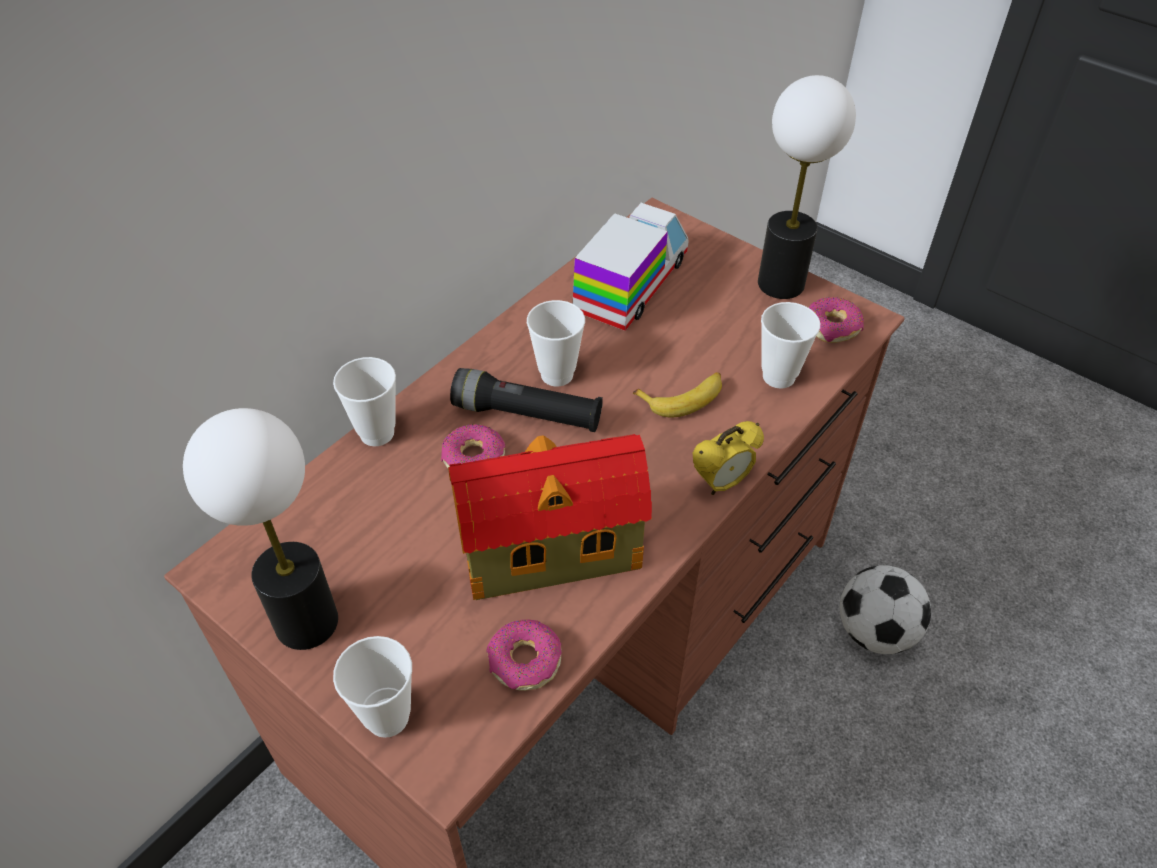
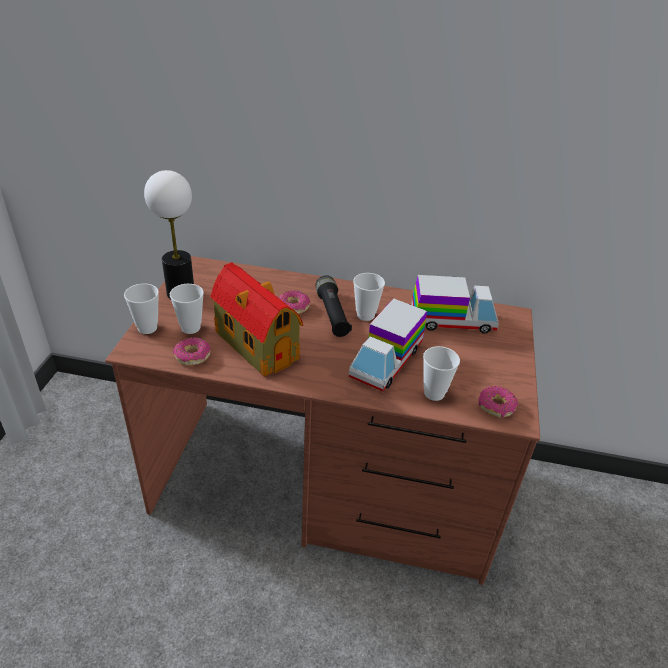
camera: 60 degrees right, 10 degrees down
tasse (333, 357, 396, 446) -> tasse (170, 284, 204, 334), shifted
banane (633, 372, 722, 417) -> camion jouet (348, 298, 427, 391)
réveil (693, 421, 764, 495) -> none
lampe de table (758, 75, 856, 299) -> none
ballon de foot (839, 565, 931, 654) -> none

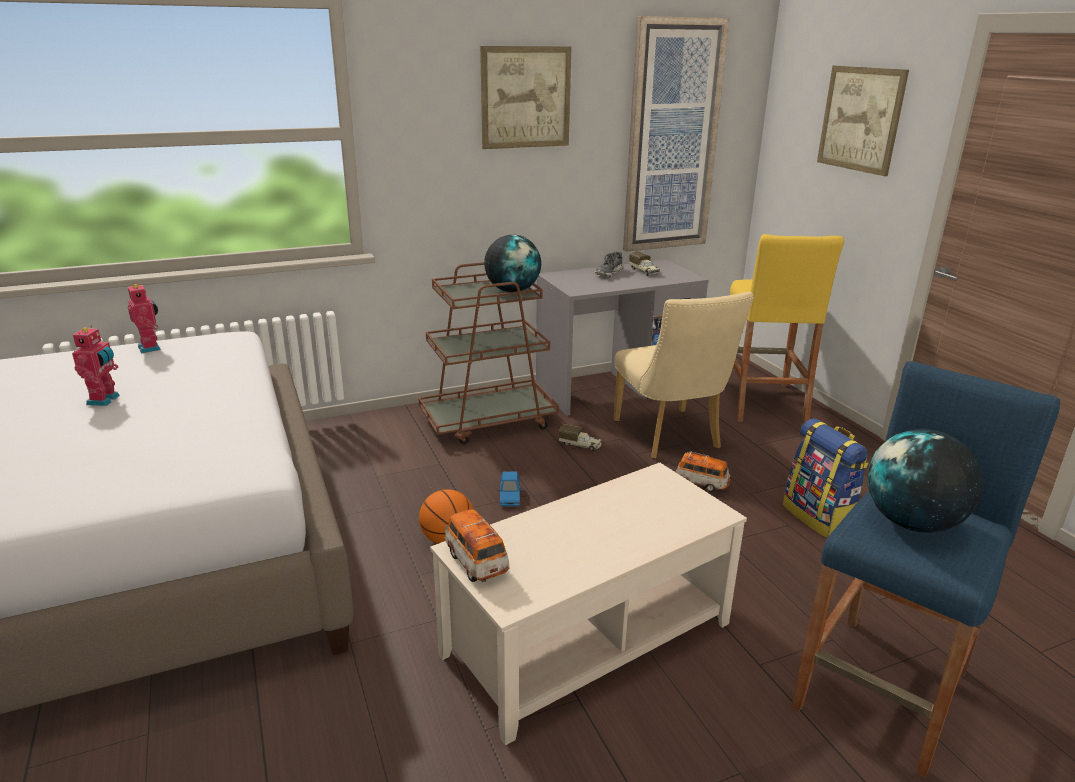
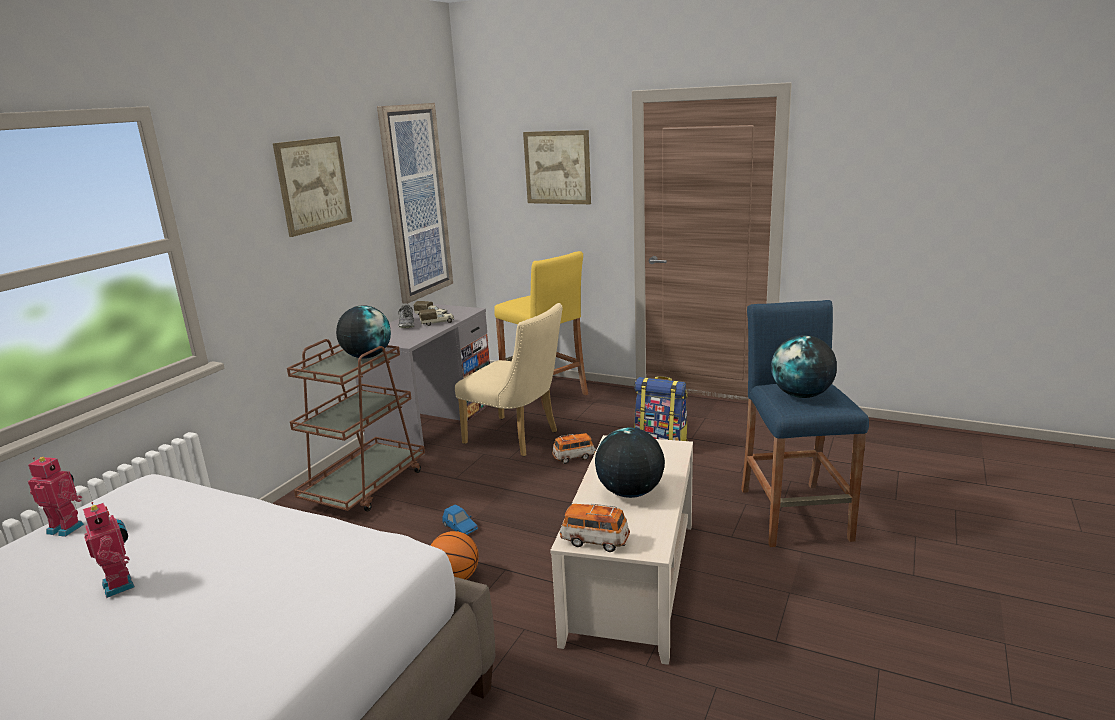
camera: 40 degrees left, 5 degrees down
camion jouet (559, 424, 602, 451) -> camion jouet (419, 309, 454, 326), shifted
none -> globe (595, 427, 665, 498)

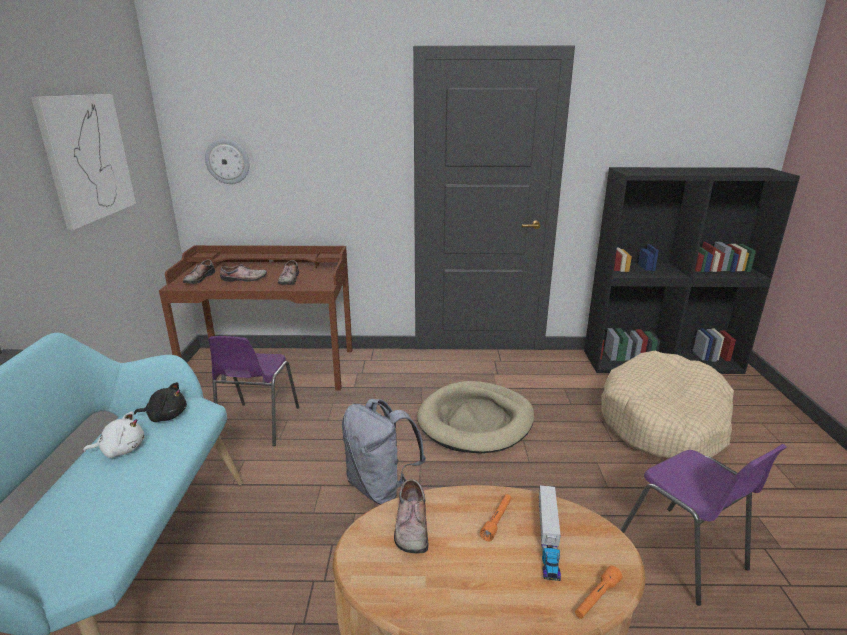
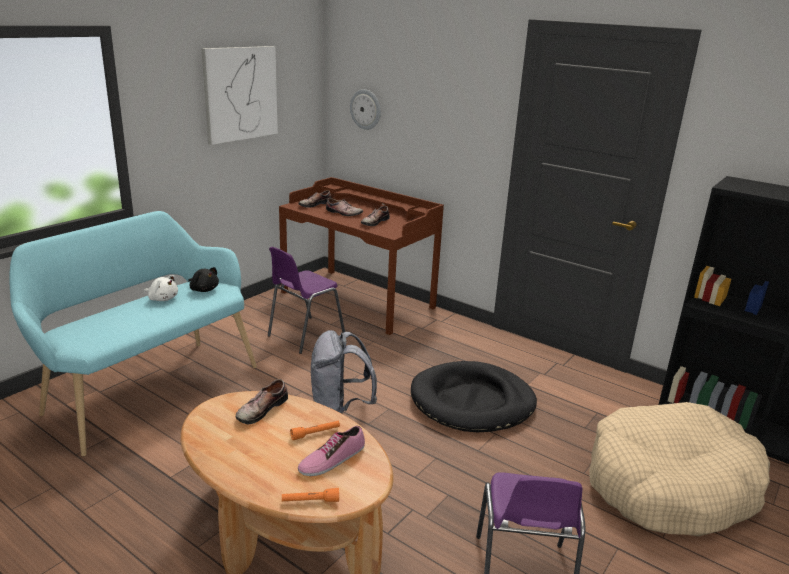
camera: 35 degrees right, 0 degrees up
panier pour chien (beige) (417, 381, 534, 453) -> panier pour chien (noir) (411, 361, 537, 432)
camion jouet (539, 485, 561, 581) -> chaussure (298, 426, 365, 476)

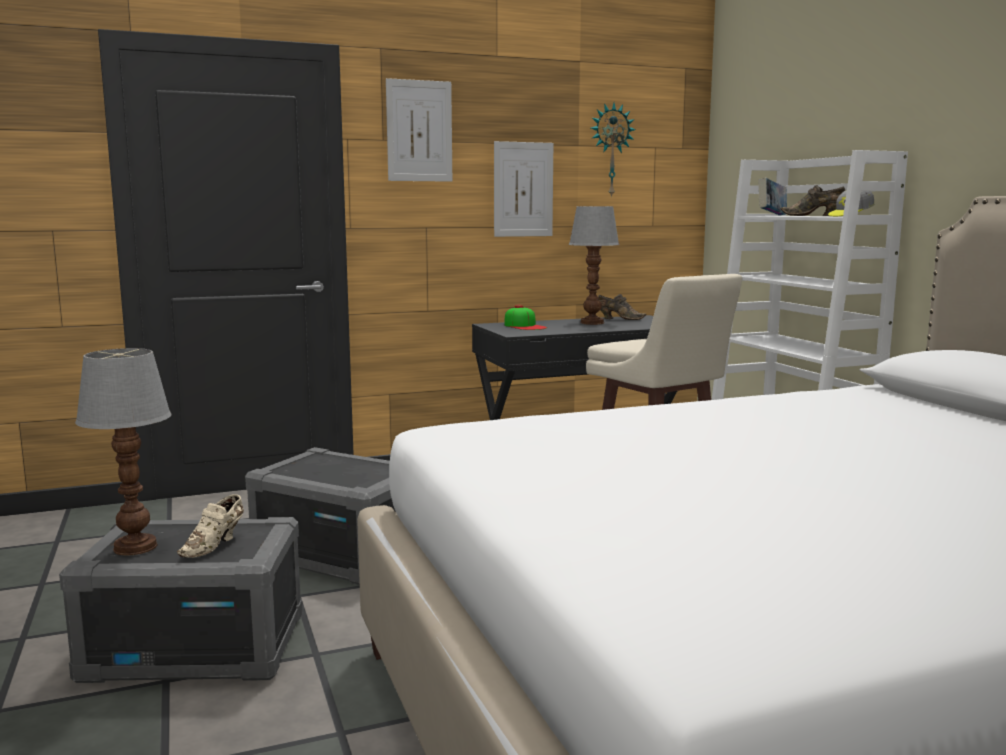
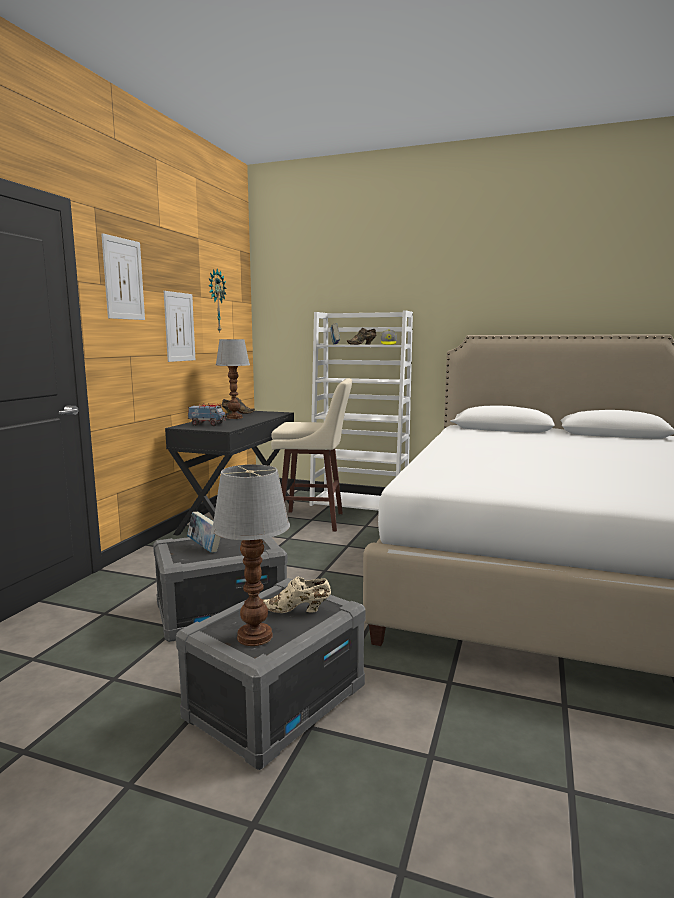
camera: 50 degrees left, 0 degrees up
chaussure (beige) (177, 494, 244, 558) -> chaussure (beige) (263, 577, 331, 613), 120 degrees clockwise
casquette (504, 305, 547, 330) -> camion jouet (188, 403, 226, 426)
none -> livre (187, 512, 221, 553)

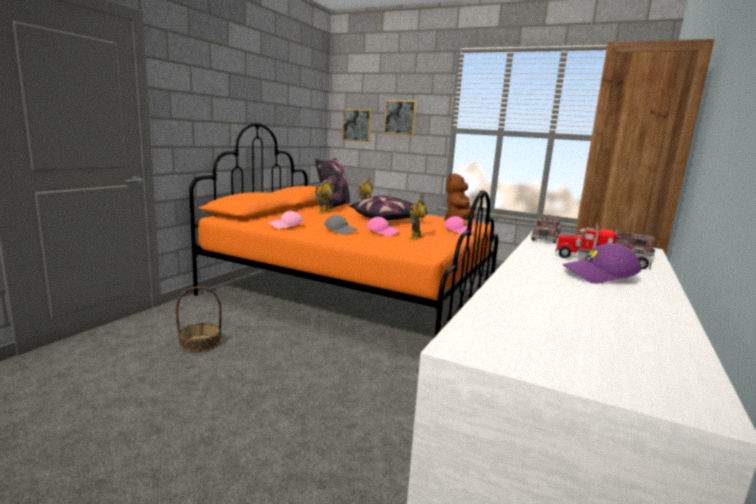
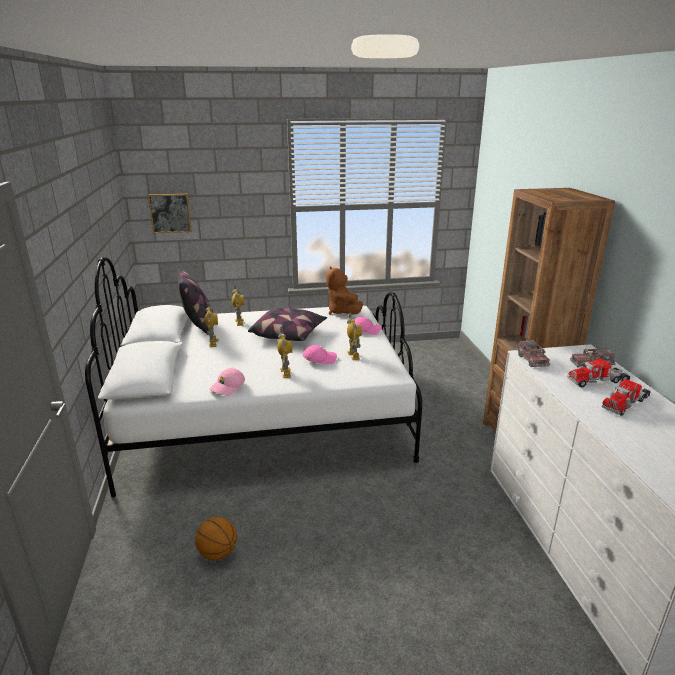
camera: 35 degrees left, 10 degrees up
panier (176, 286, 222, 352) -> ballon de basket (195, 517, 237, 560)
lit (orange) (189, 123, 498, 336) -> lit (blanc) (85, 257, 422, 497)
casquette (gris) (324, 215, 358, 235) -> robot jouet (277, 327, 293, 378)
tableau (384, 100, 417, 135) -> none
casquette (violet) (562, 243, 641, 284) -> camion jouet (602, 378, 651, 416)

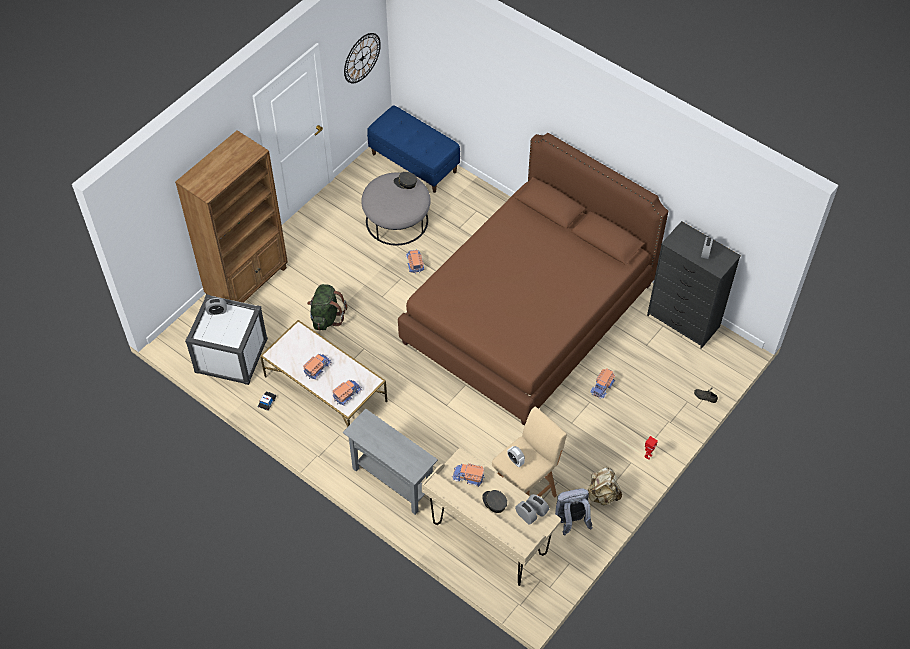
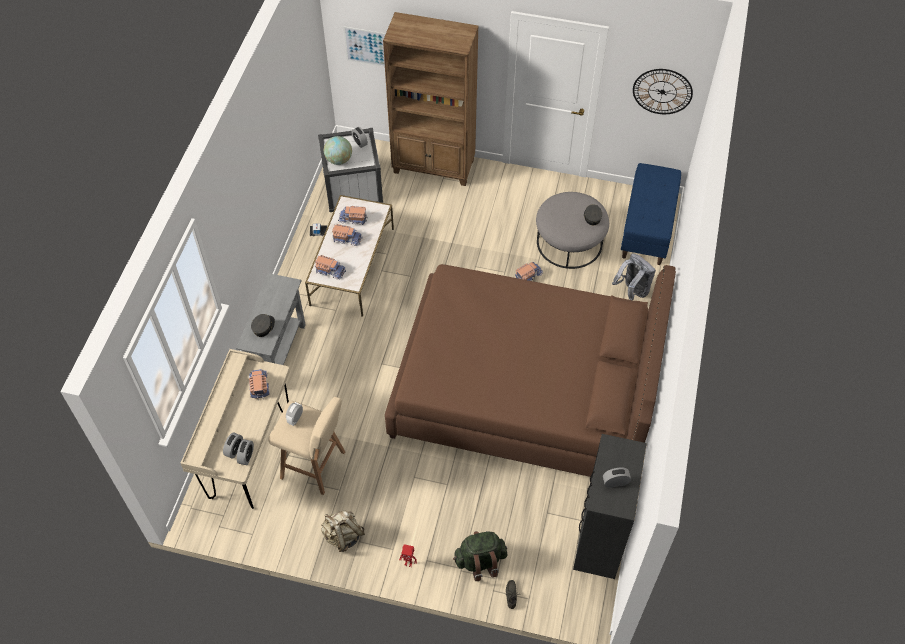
camera: 65 degrees right, 0 degrees up
sac à dos (vert) (307, 284, 347, 330) -> sac à dos (vert) (453, 531, 507, 581), shifted
casquette (gris) (482, 490, 507, 513) -> casquette (gris) (251, 314, 275, 337), shifted
sac à dos (gris) (555, 488, 593, 536) -> sac à dos (gris) (612, 254, 656, 301), shifted
camion jouet (590, 368, 615, 399) -> camion jouet (338, 206, 368, 225), shifted
none -> globe (324, 136, 352, 165)
none -> tableau (343, 26, 386, 67)

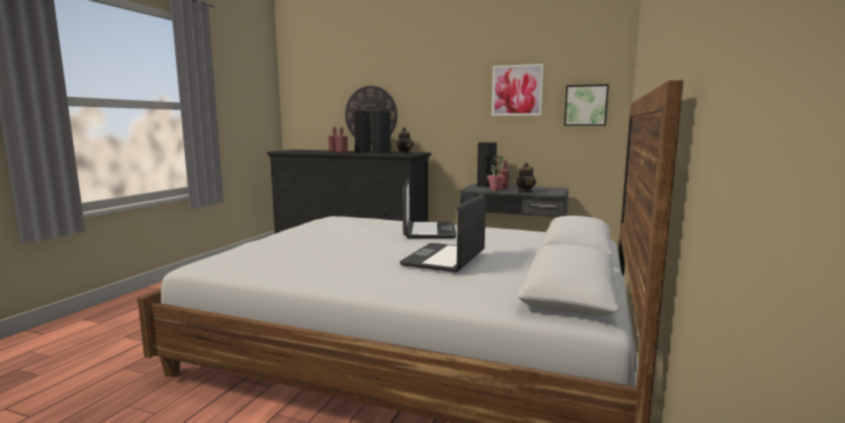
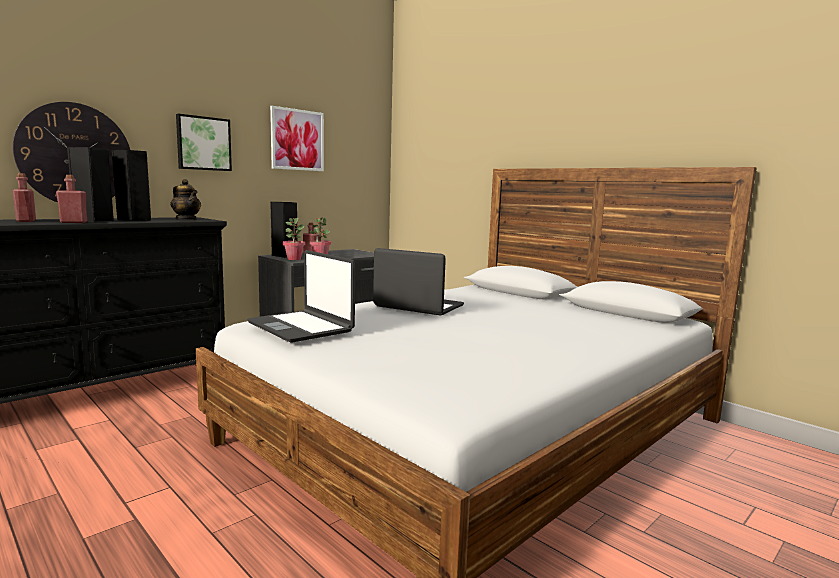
camera: 65 degrees left, 0 degrees up
ordinateur portable (400, 194, 486, 272) -> ordinateur portable (247, 250, 355, 343), shifted
théière (515, 163, 536, 193) -> none
tableau (564, 84, 609, 126) -> tableau (176, 114, 232, 171), shifted
none -> plante en pot (283, 218, 305, 260)

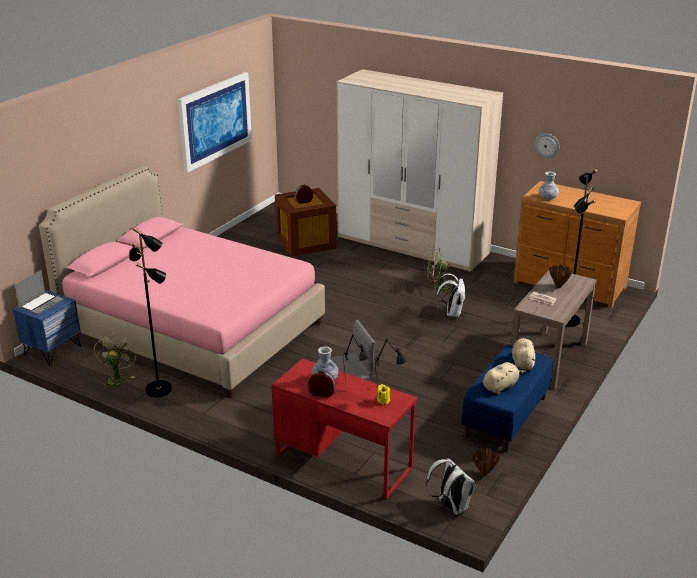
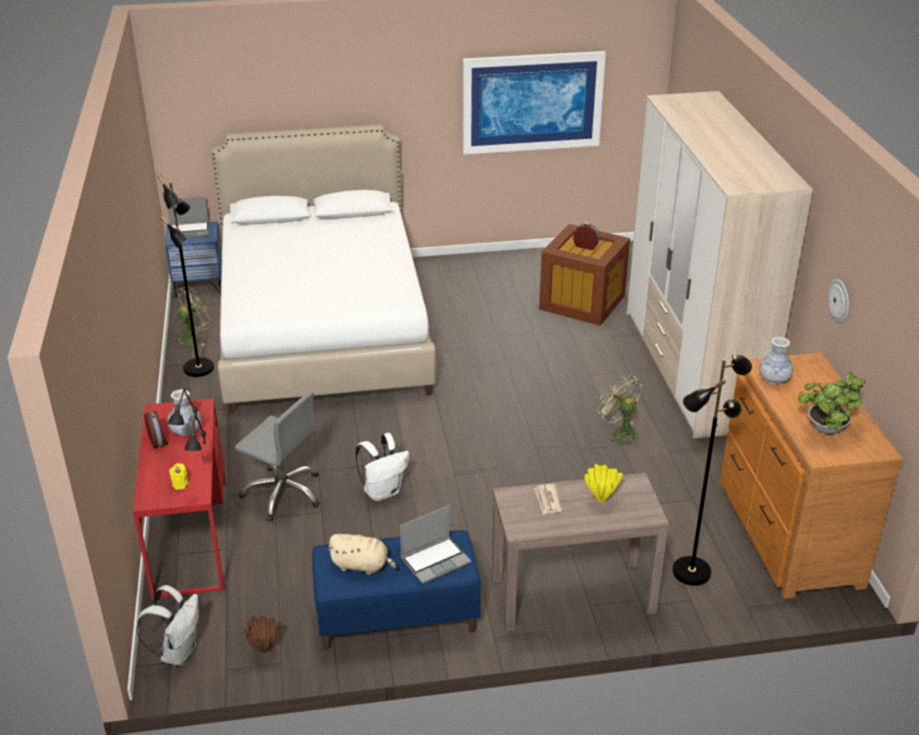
camera: 50 degrees right, 5 degrees up
lit (rose) (39, 166, 325, 398) -> lit (blanc) (211, 125, 436, 413)
sac à dos (blanc) (436, 273, 466, 317) -> sac à dos (blanc) (355, 433, 409, 501), shifted
peluche (beige) (512, 338, 535, 370) -> ordinateur portable (400, 505, 471, 584)
vase (marron) (549, 265, 572, 288) -> vase (jaune) (584, 464, 623, 503)
none -> plante en pot (798, 372, 866, 434)

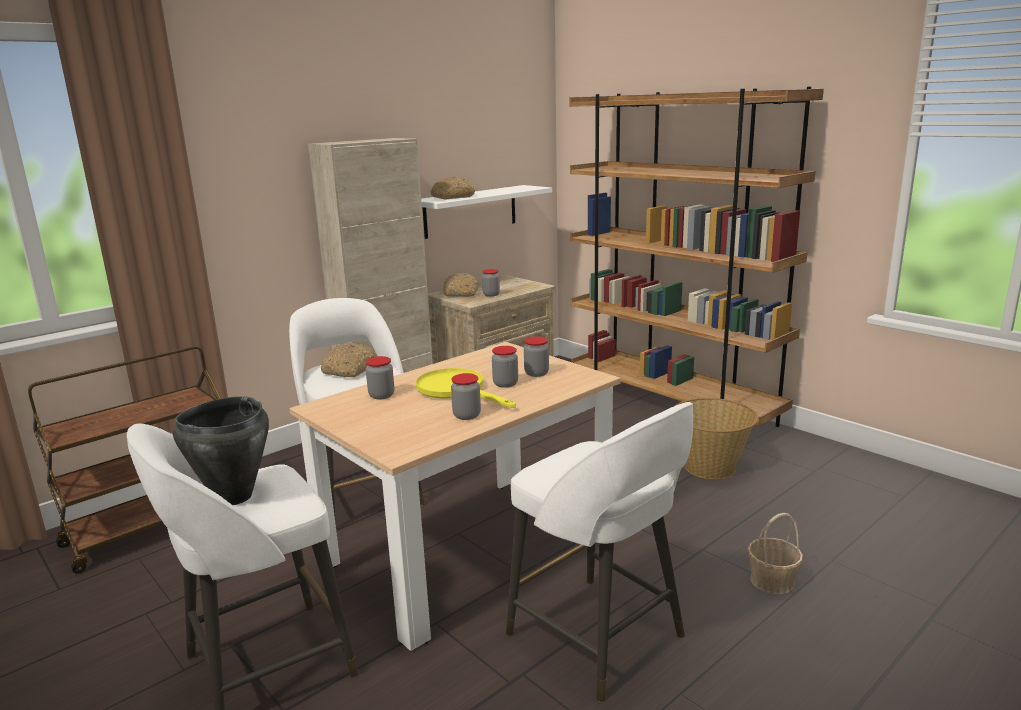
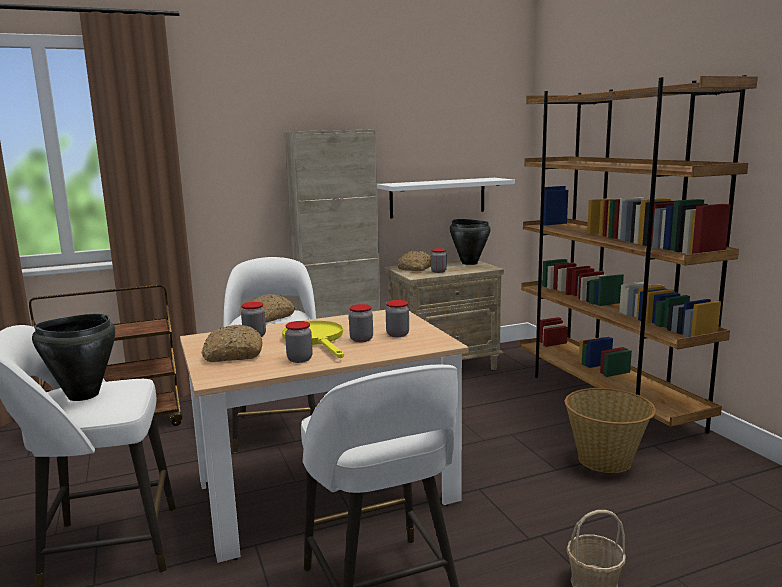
camera: 20 degrees right, 5 degrees down
pain (430, 176, 475, 199) -> pain (201, 325, 262, 362), shifted
none -> marmite (noir) (450, 219, 490, 265)

